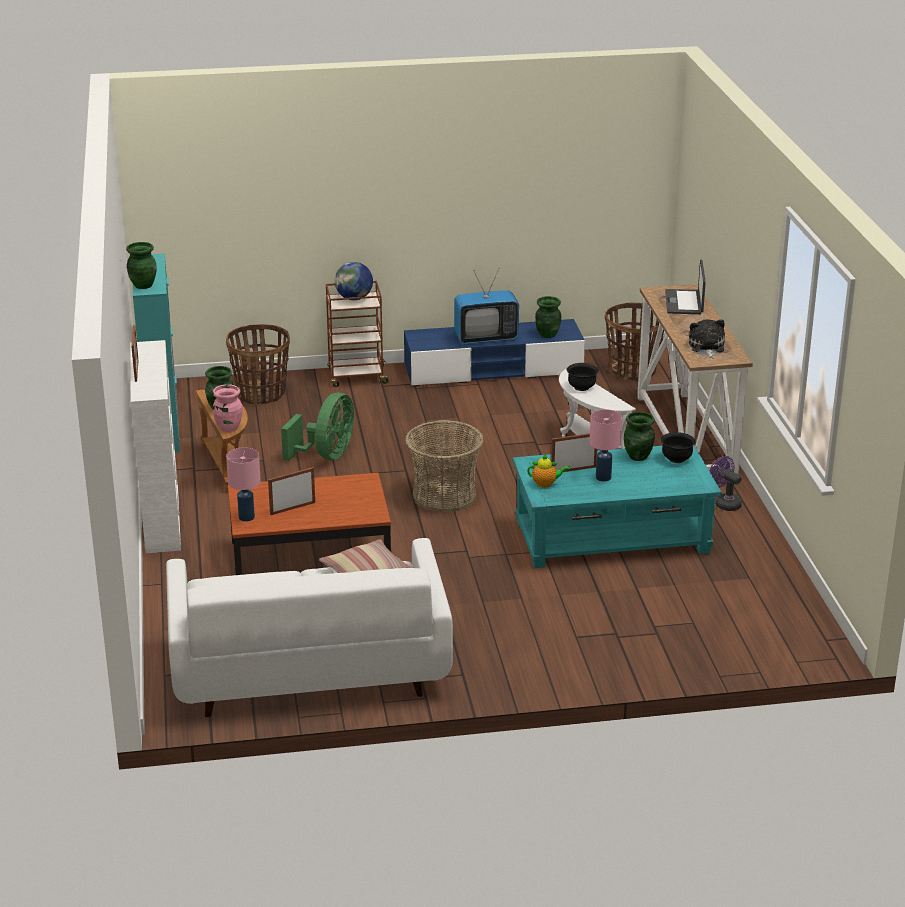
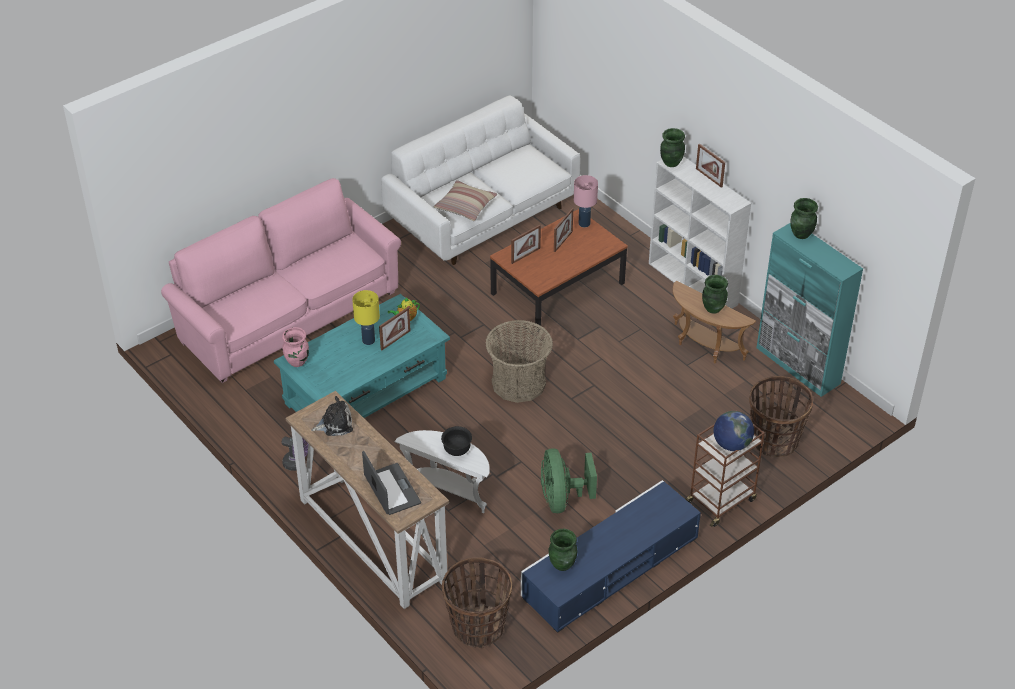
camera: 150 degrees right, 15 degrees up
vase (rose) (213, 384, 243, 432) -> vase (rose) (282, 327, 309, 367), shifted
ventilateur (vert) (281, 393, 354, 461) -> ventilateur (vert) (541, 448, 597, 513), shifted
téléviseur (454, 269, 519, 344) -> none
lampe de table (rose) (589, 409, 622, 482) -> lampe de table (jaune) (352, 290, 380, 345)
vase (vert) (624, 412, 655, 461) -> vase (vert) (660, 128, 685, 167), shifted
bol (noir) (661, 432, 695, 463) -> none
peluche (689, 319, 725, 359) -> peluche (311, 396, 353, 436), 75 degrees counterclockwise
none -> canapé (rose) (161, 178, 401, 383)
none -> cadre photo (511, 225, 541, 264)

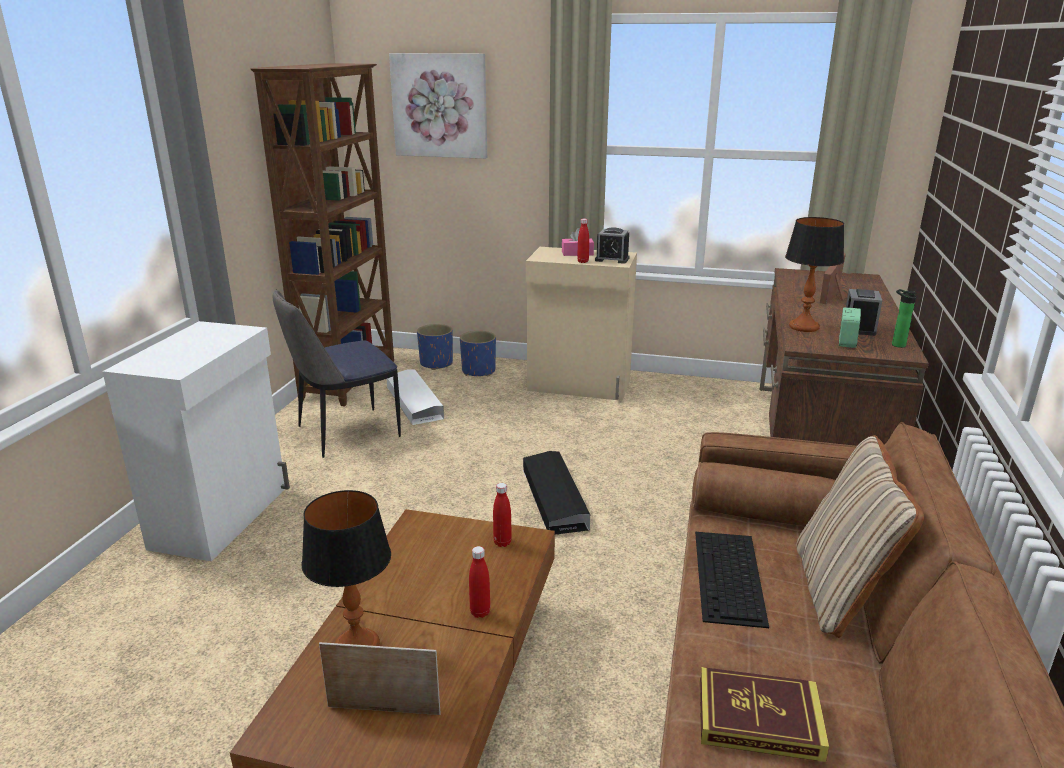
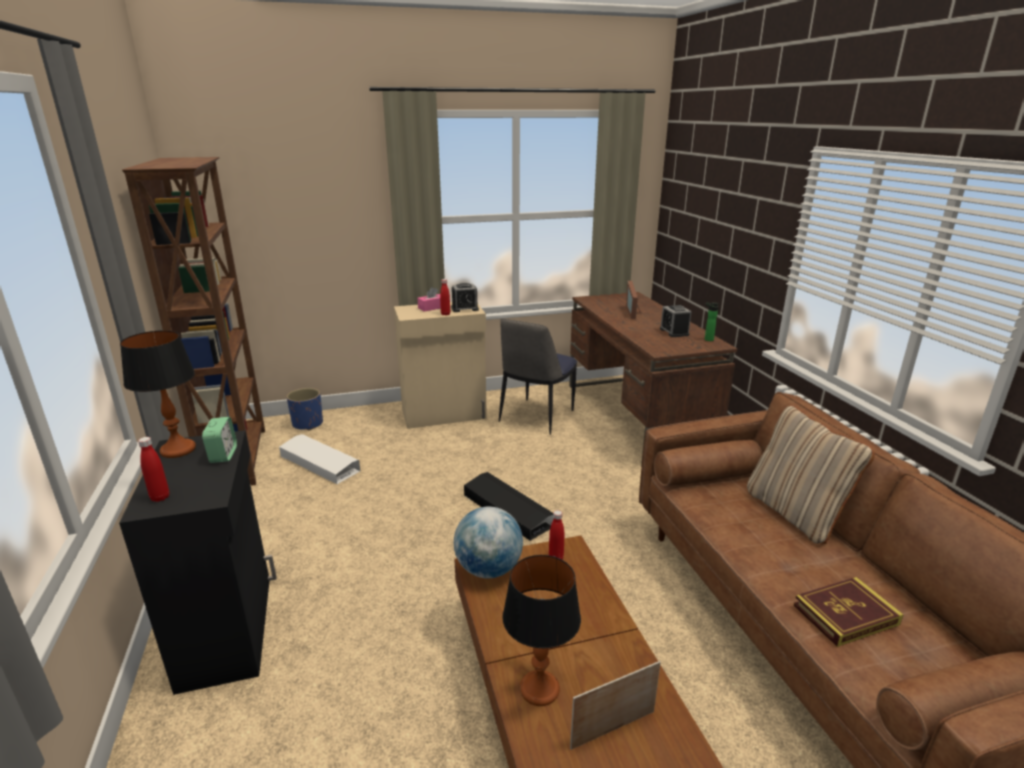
camera: 30 degrees left, 0 degrees up
meuble de rangement (blanc) (102, 321, 290, 561) -> meuble de rangement (noir) (119, 430, 277, 695)
chaise (273, 290, 401, 458) -> chaise (499, 319, 577, 435), shifted
tableau (389, 53, 487, 159) -> none
cache-pot (bleu) (460, 331, 496, 377) -> none
bouteille (rouge) (469, 546, 490, 618) -> bouteille (rouge) (138, 437, 169, 502), shifted
clavier (695, 532, 769, 628) -> none
lampe de table (785, 217, 844, 332) -> lampe de table (120, 330, 196, 458), shifted
réveil (839, 307, 861, 348) -> réveil (202, 417, 237, 463), shifted
none -> globe (454, 507, 523, 578)

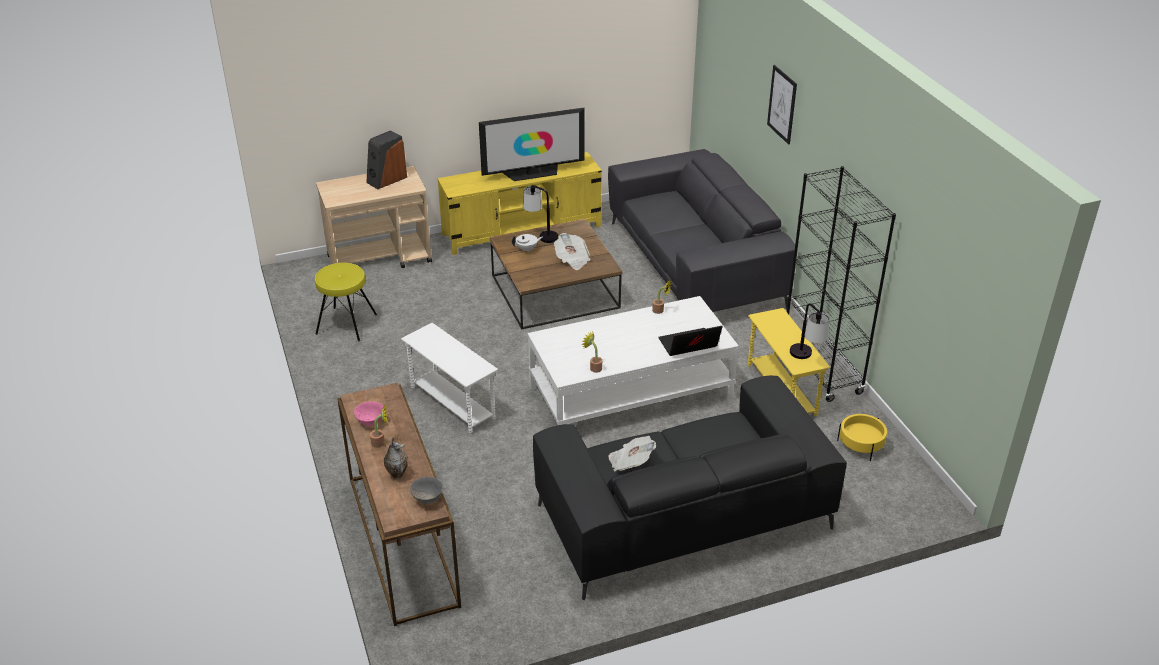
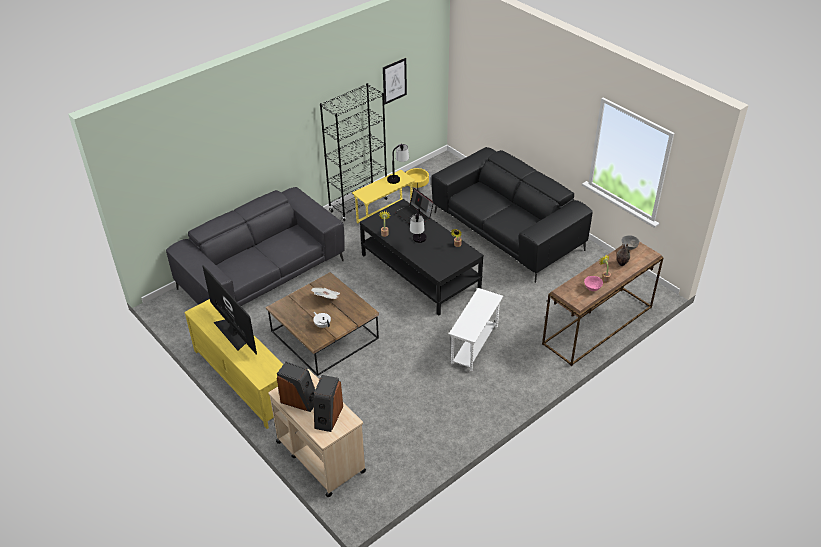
camera: 110 degrees left, 5 degrees up
tabouret (jaune) (315, 263, 377, 341) -> none
lampe de table (523, 185, 558, 243) -> lampe de table (410, 208, 427, 243), shifted
table basse (blanc) (528, 296, 739, 426) -> table basse (noir) (360, 199, 484, 316)
journal (608, 436, 656, 471) -> none
tableau (767, 65, 797, 145) -> tableau (383, 58, 407, 105), shifted
none -> enceinte (313, 375, 343, 432)

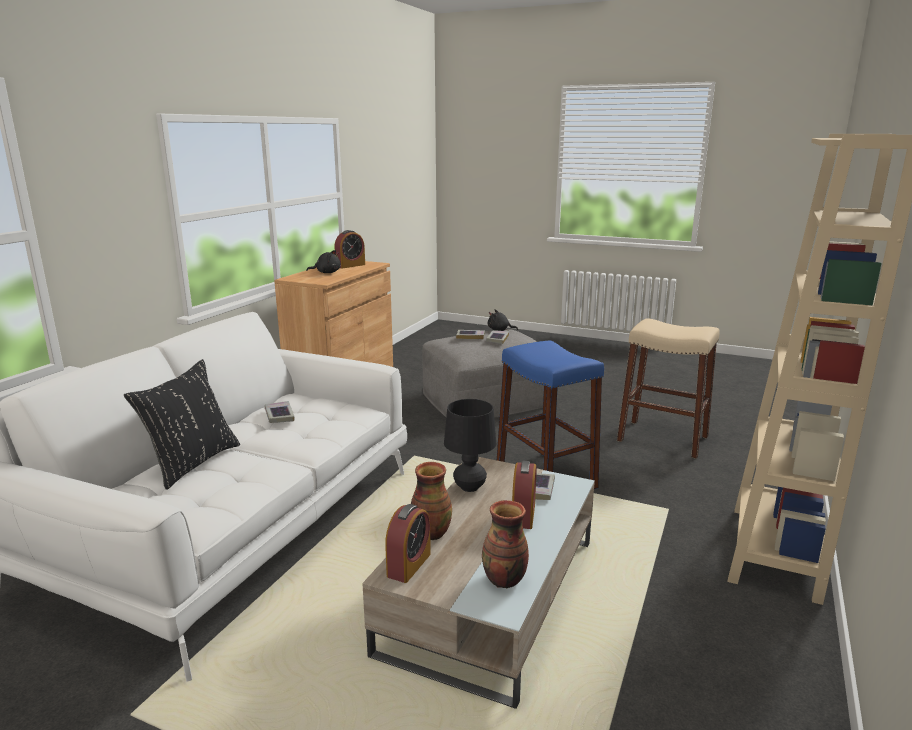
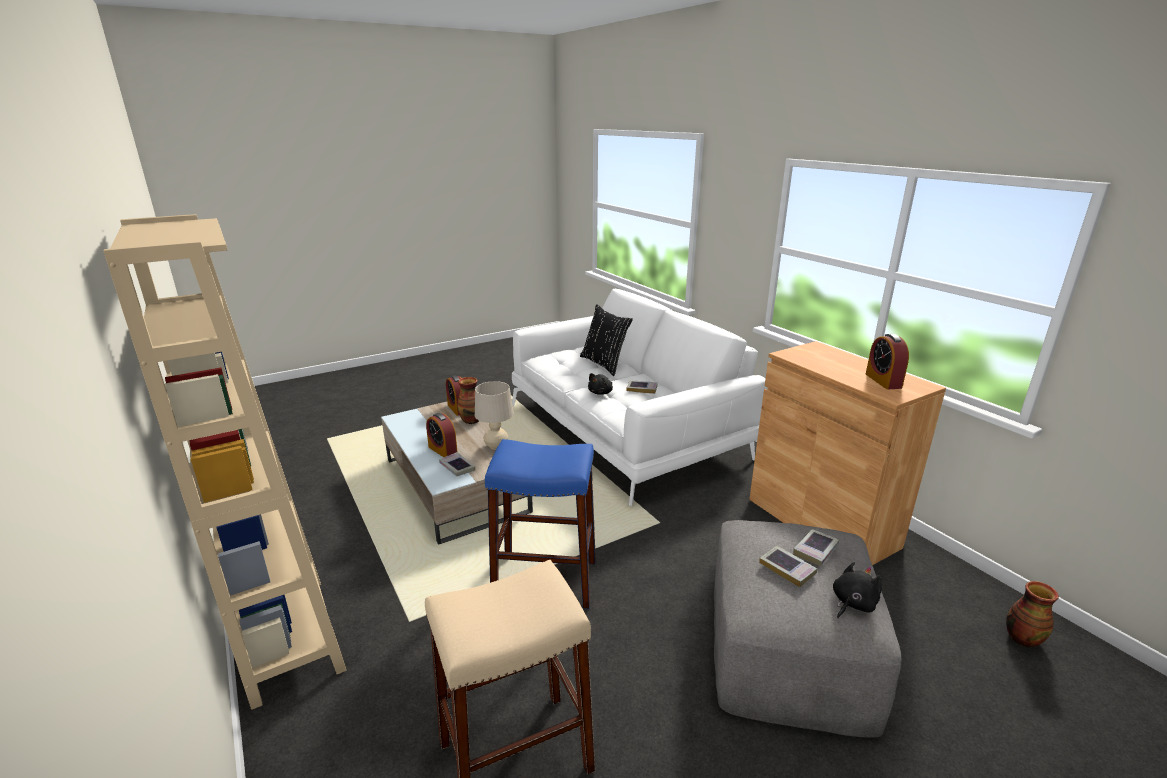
camera: 125 degrees right, 5 degrees up
peluche (noir) (306, 250, 341, 273) -> peluche (noir) (588, 373, 613, 395), shifted
lampe de table (noir) (444, 399, 496, 492) -> lampe de table (beige) (475, 381, 514, 450)
vase (482, 500, 529, 588) -> vase (1006, 581, 1059, 647), shifted

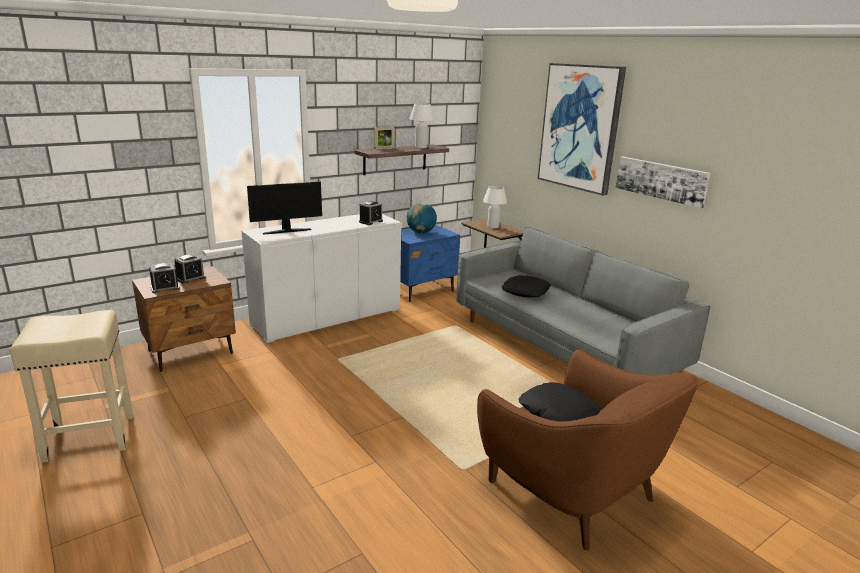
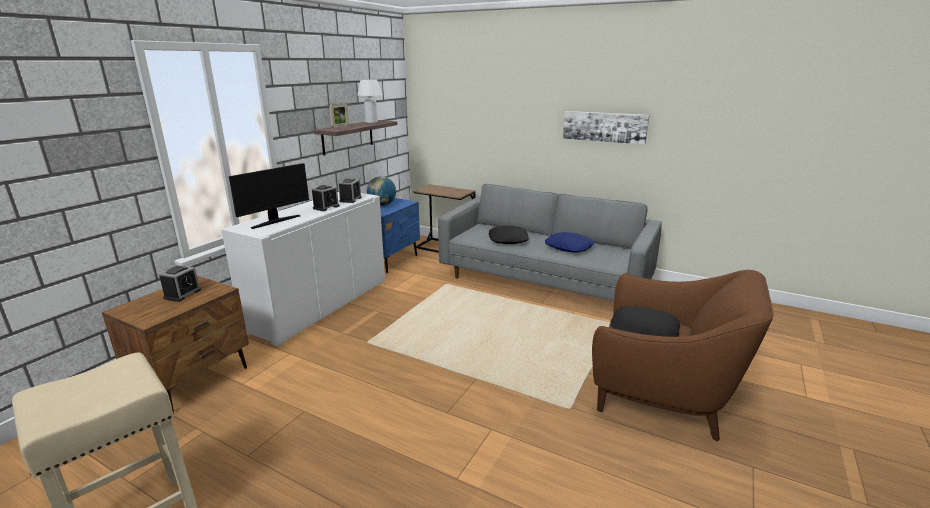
camera: 25 degrees left, 0 degrees up
réveil (149, 263, 180, 293) -> réveil (312, 185, 340, 211), shifted
lampe de table (blanc) (483, 186, 507, 229) -> none
tableau (538, 63, 626, 196) -> none
none -> coussin (bleu) (545, 232, 594, 252)

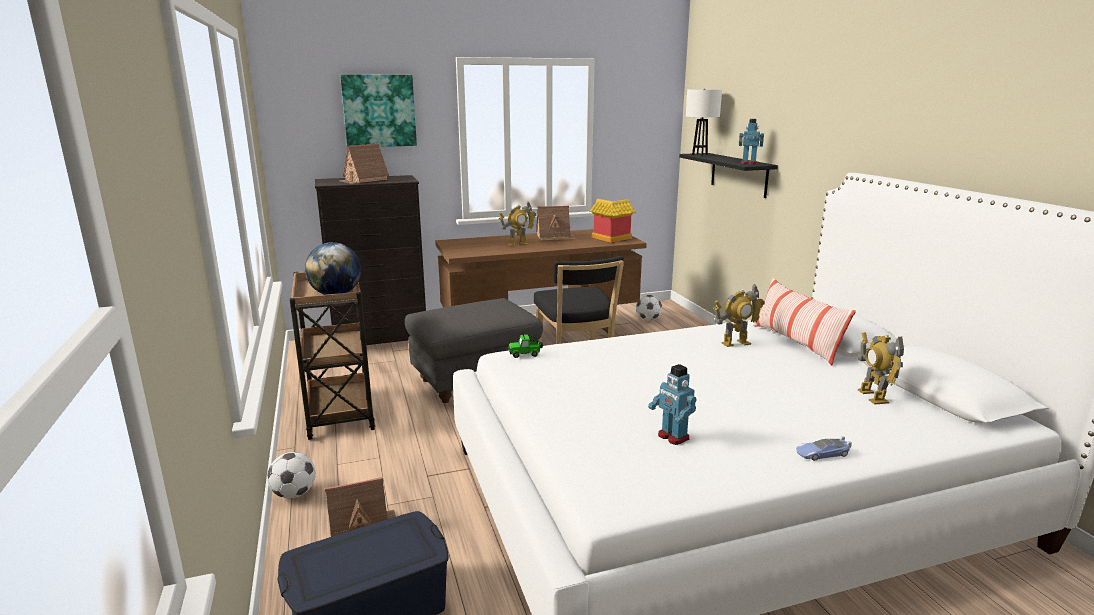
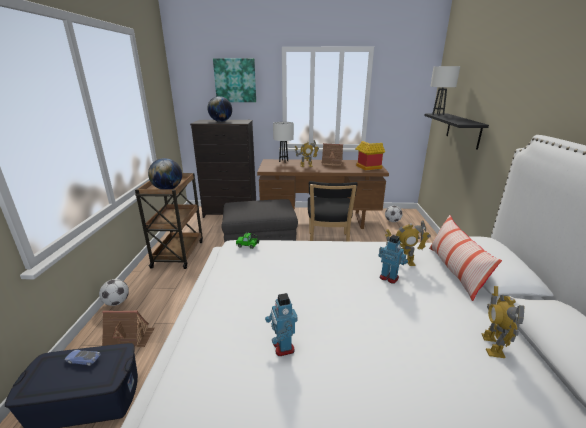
camera: 20 degrees right, 5 degrees up
maison miniature (340, 143, 389, 184) -> globe (207, 96, 232, 122)
robot jouet (739, 119, 764, 164) -> robot jouet (378, 235, 408, 284), shifted
petite voiture (796, 436, 852, 461) -> petite voiture (64, 350, 101, 366), shifted
none -> lampe de table (blanc) (273, 122, 294, 162)

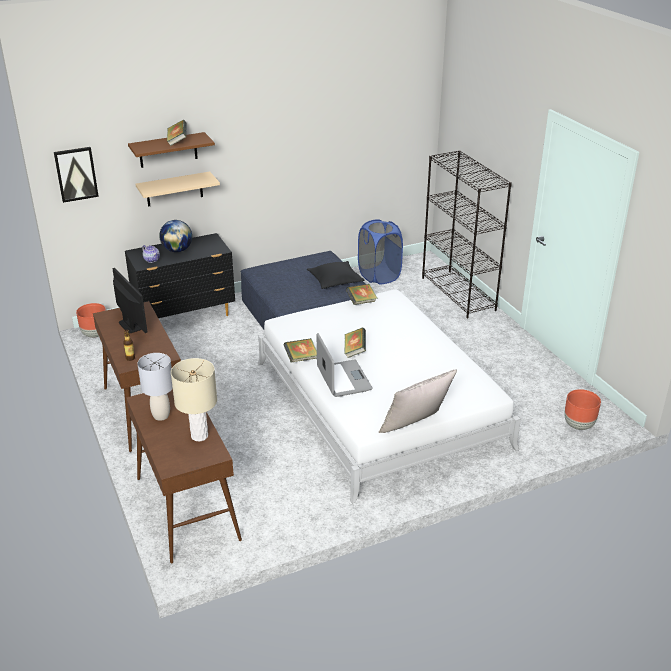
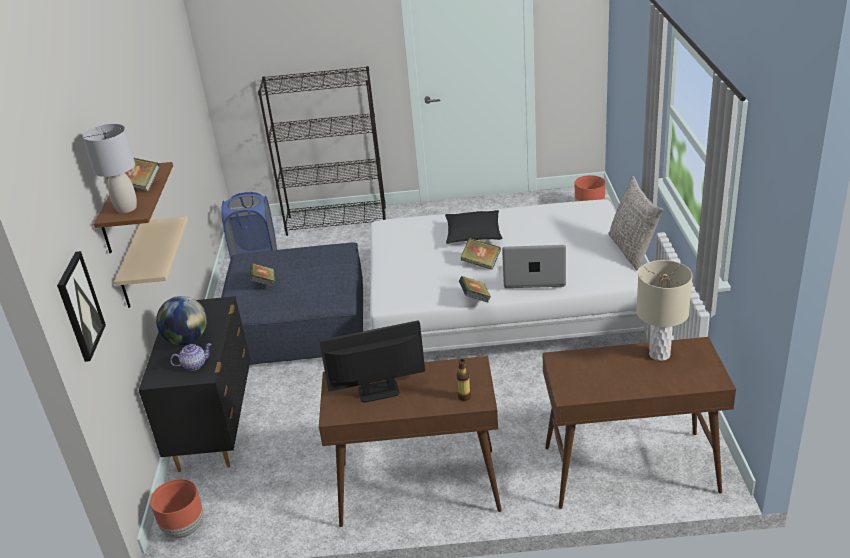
camera: 65 degrees left, 0 degrees up
lampe de table (gris) (137, 353, 173, 421) -> lampe de table (gris) (83, 124, 137, 213), shifted
coussin (noir) (307, 261, 364, 289) -> coussin (noir) (445, 210, 502, 244), shifted
livre (346, 284, 378, 305) -> livre (249, 263, 275, 286), shifted

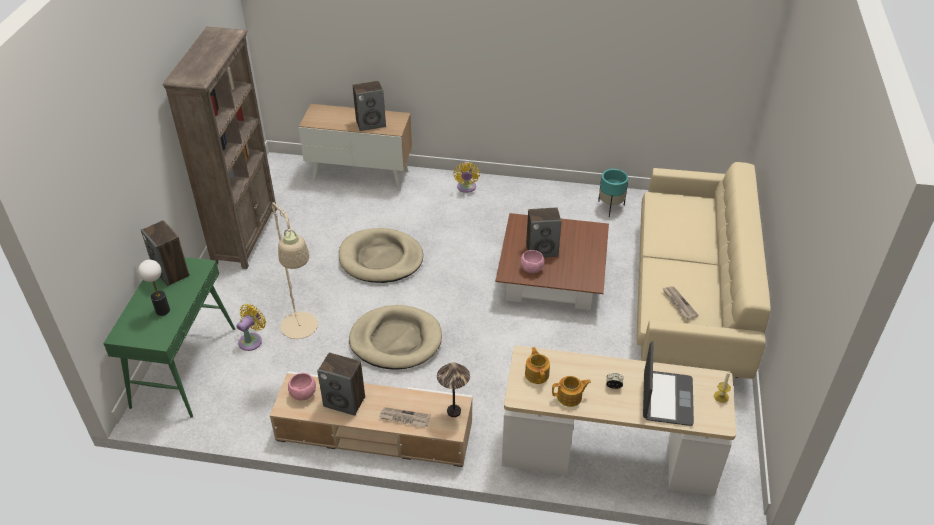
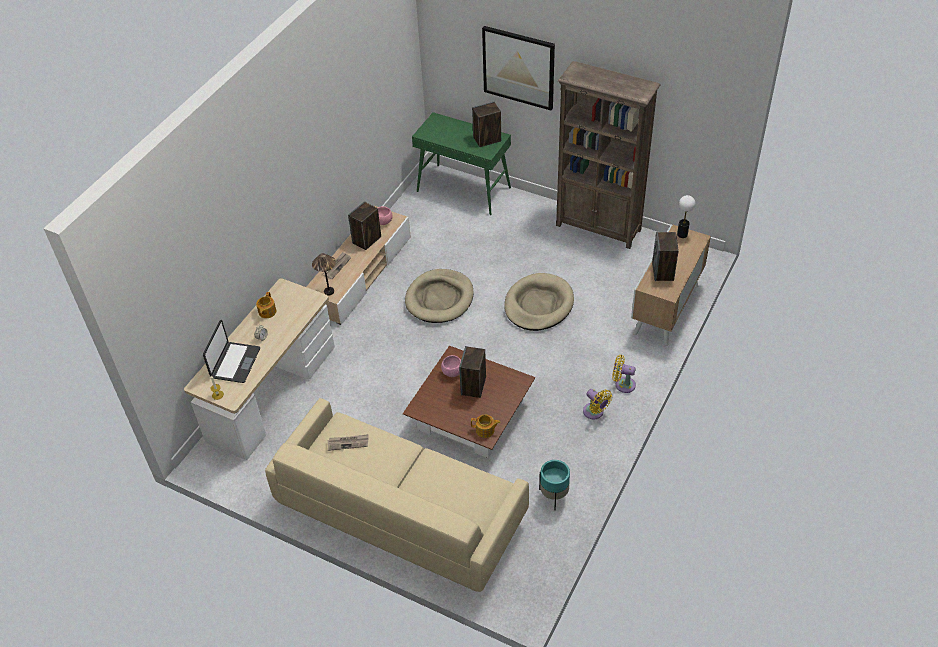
camera: 110 degrees right, 5 degrees up
lampe de table (138, 260, 170, 316) -> lampe de table (677, 195, 695, 238), shifted
ventilateur (jaune) (236, 304, 266, 351) -> ventilateur (jaune) (583, 389, 612, 419), shifted
lampadaire (beige) (272, 202, 318, 339) -> none
théière (525, 347, 550, 384) -> théière (471, 415, 501, 438), shifted
ordinateur portable (643, 341, 694, 426) -> ordinateur portable (203, 320, 260, 383), 105 degrees counterclockwise
none -> tableau (482, 26, 555, 110)

